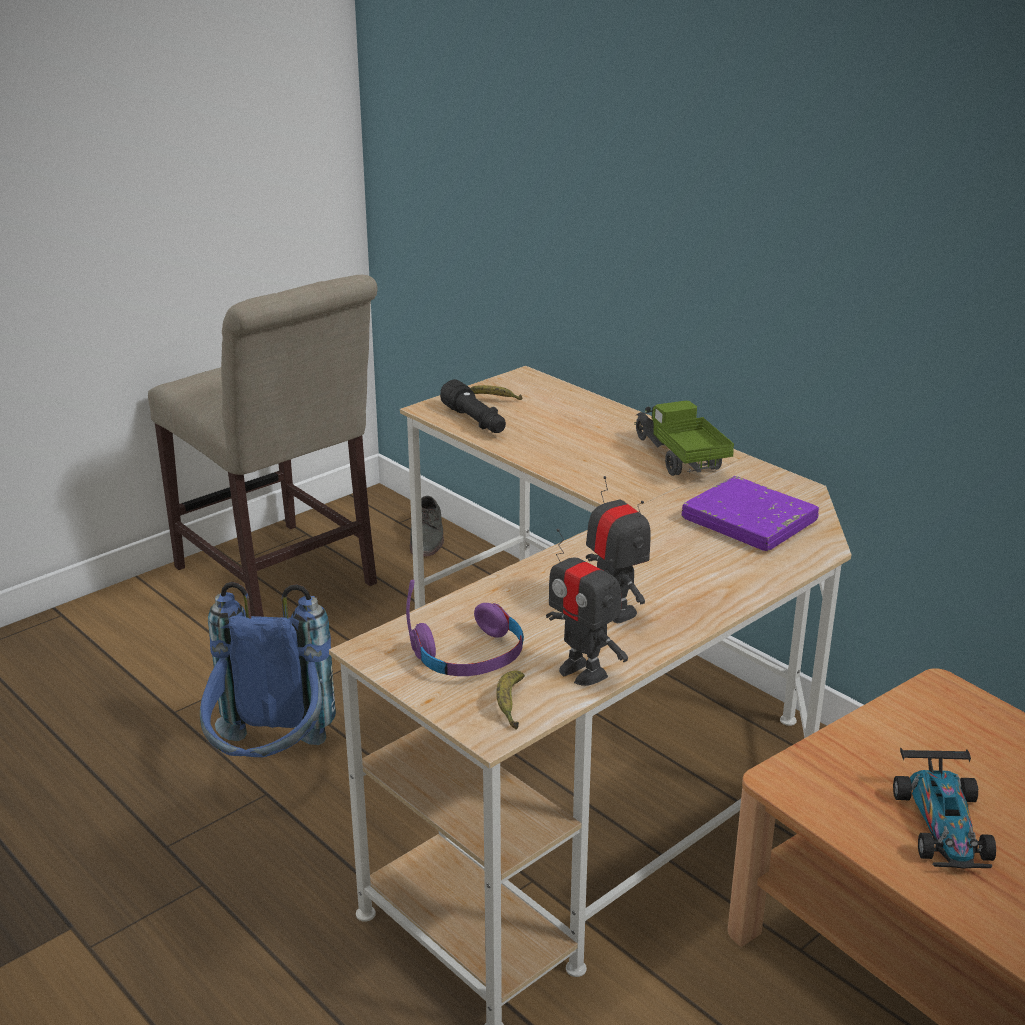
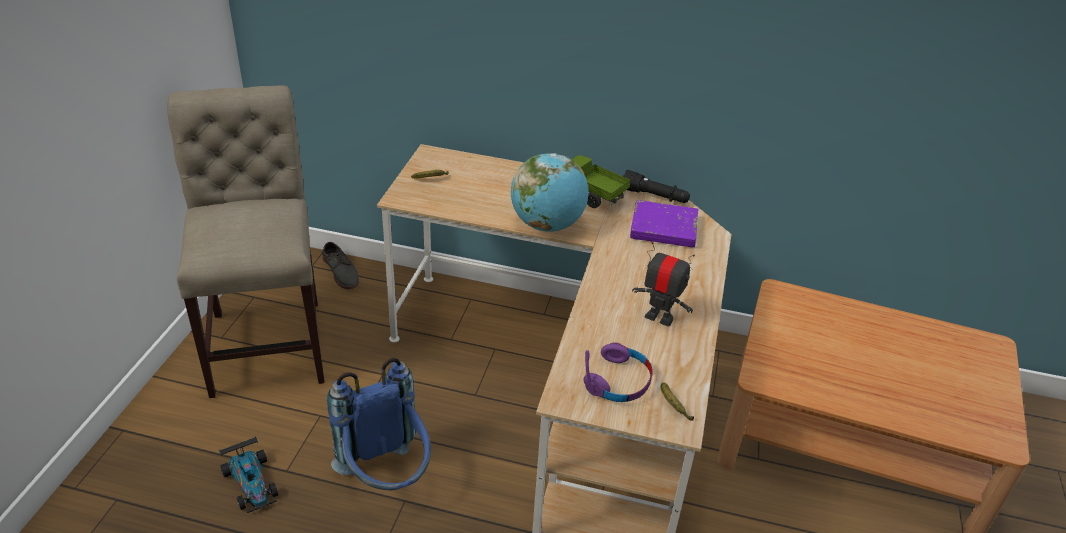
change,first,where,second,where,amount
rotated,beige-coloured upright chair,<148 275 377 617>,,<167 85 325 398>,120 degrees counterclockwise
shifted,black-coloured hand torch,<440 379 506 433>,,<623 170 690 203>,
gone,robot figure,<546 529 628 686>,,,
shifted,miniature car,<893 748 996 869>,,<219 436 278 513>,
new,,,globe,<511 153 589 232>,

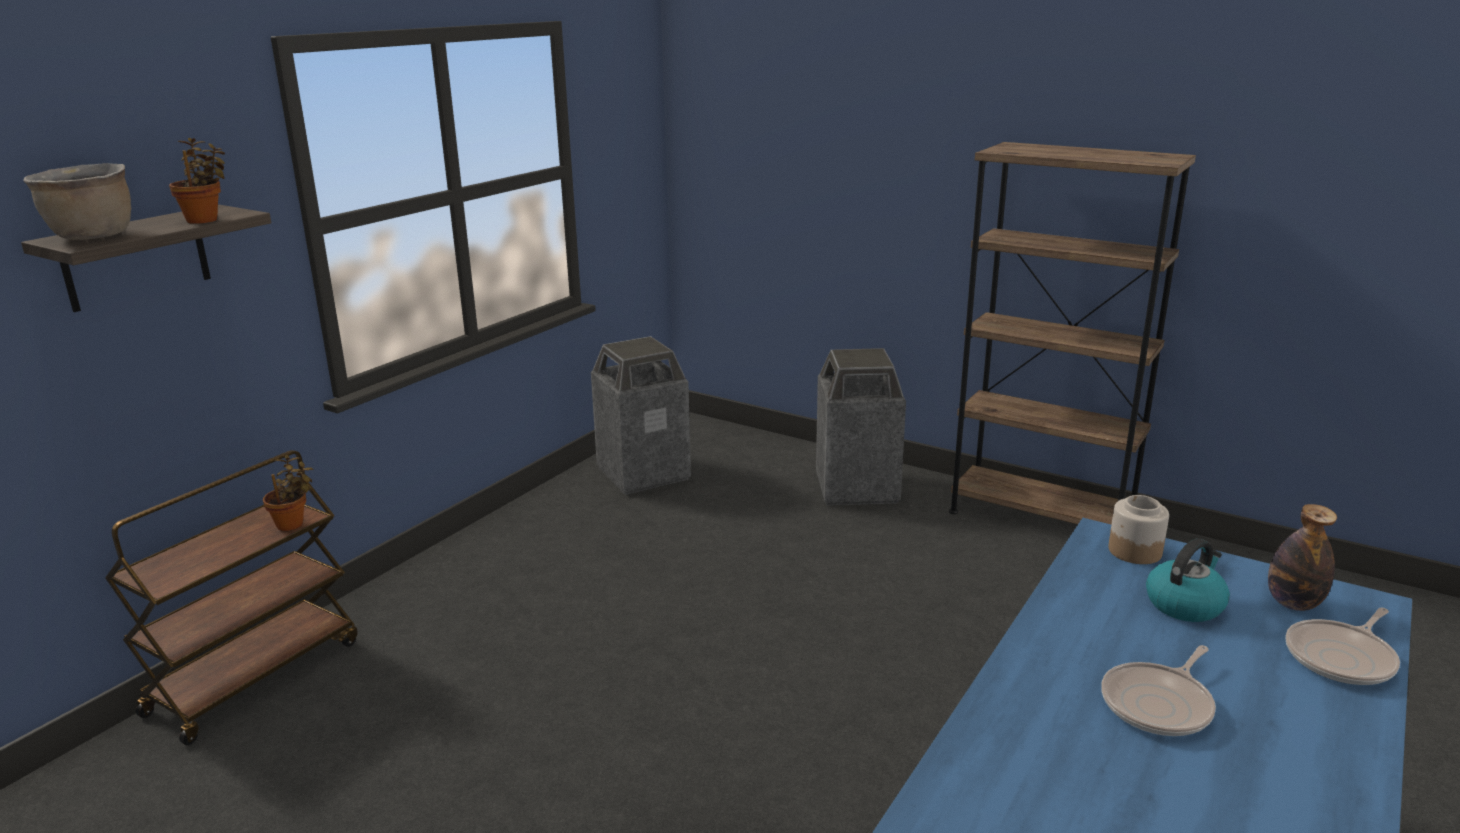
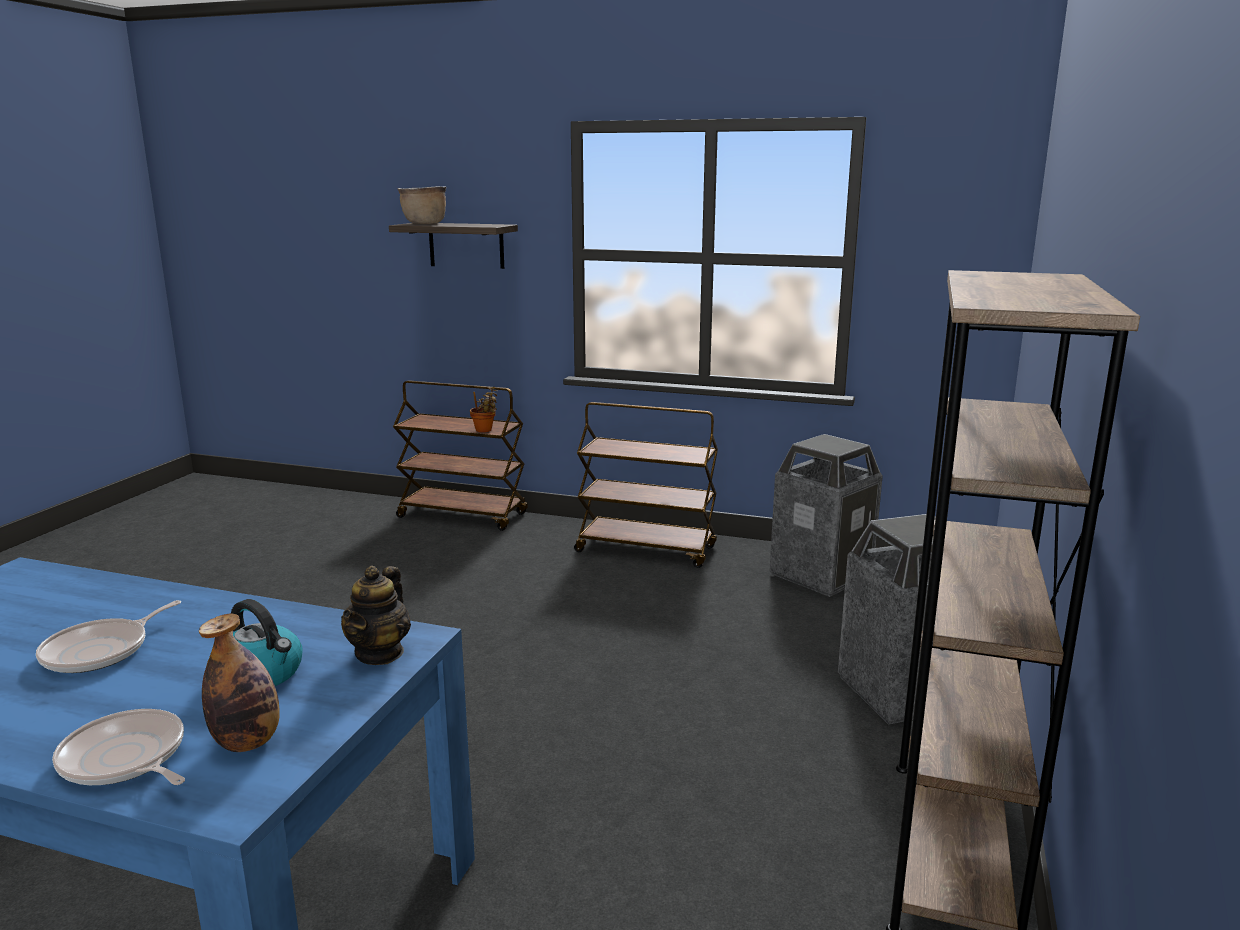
change,first,where,second,where,amount
gone,houseplant,<169 138 225 224>,,,
rotated,frying pan,<1101 645 1216 736>,,<36 600 181 673>,90 degrees counterclockwise
swapped,jar,<1108 495 1169 564>,pot for tea,<341 565 411 665>,
new,,,brown cart,<574 402 718 568>,

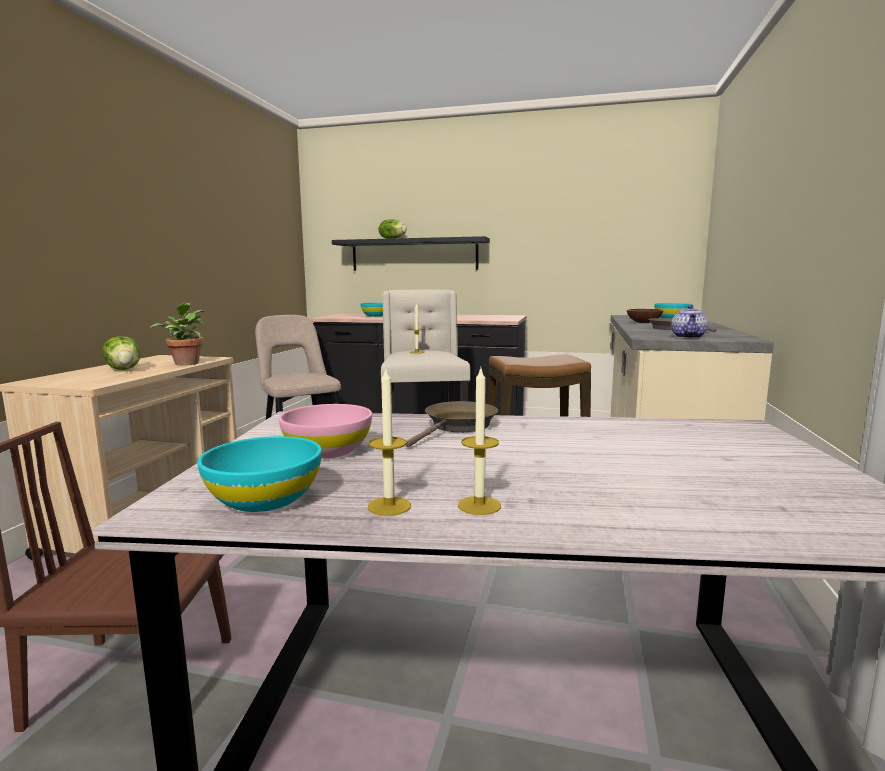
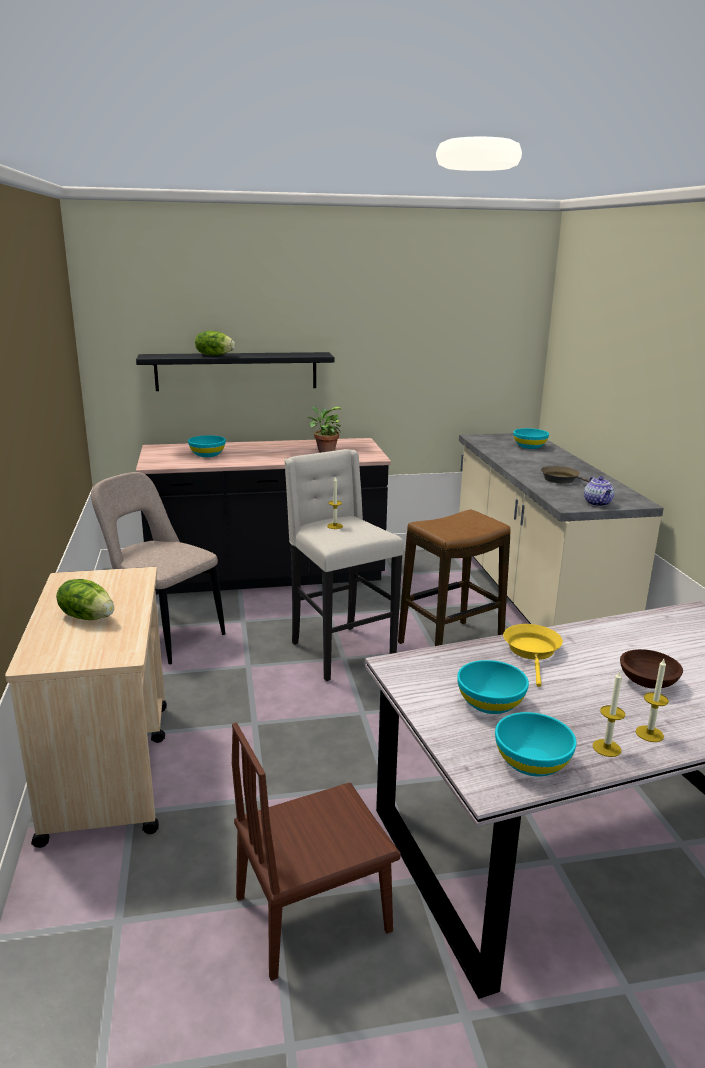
change,first,where,second,where,amount
shifted,houseplant,<150 303 204 366>,,<308 406 343 453>,
repainted,pinkish serving bowl,<279 404 372 458>,blue-green serving bowl,<457 660 529 714>,
repainted,brown frying pan,<406 401 498 447>,yellow-coloured frying pan,<503 624 563 687>,
shifted,brown serving bowl,<627 309 663 323>,,<620 649 683 689>,

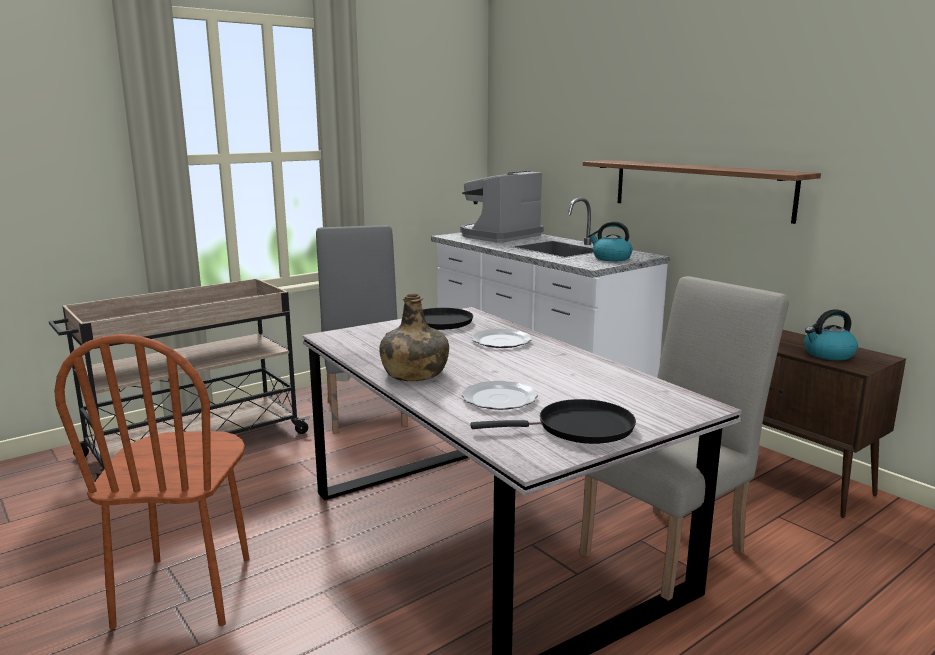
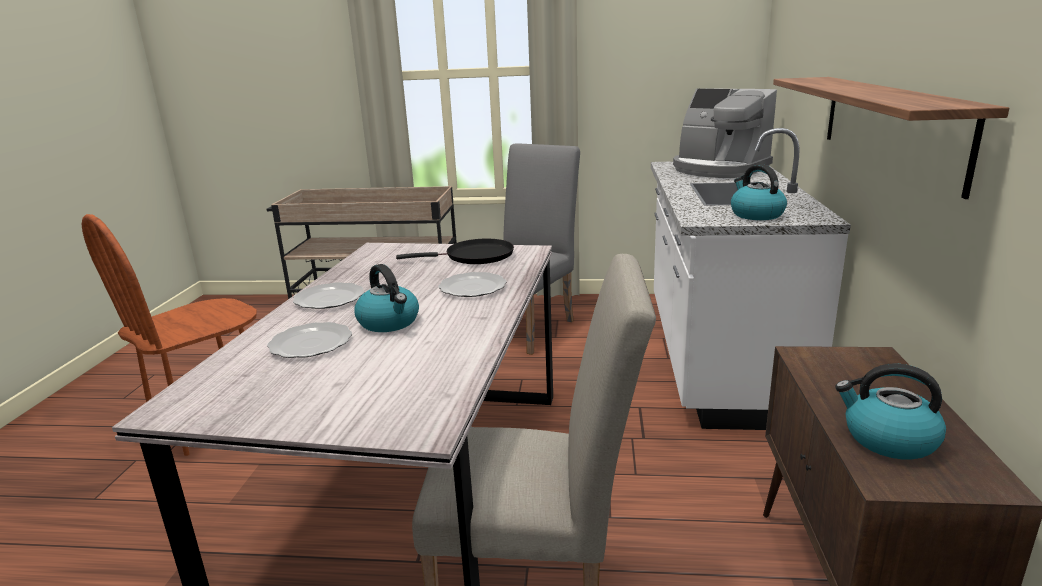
change,first,where,second,where,amount
swapped,green-coloured drink bottle,<379 294 449 381>,dinner plate,<293 282 364 309>,
rotated,coffee machine,<460 171 544 243>,,<673 88 777 178>,135 degrees counterclockwise
gone,black-coloured frying pan,<470 399 636 444>,,,
new,,,tea kettle,<355 264 419 332>,

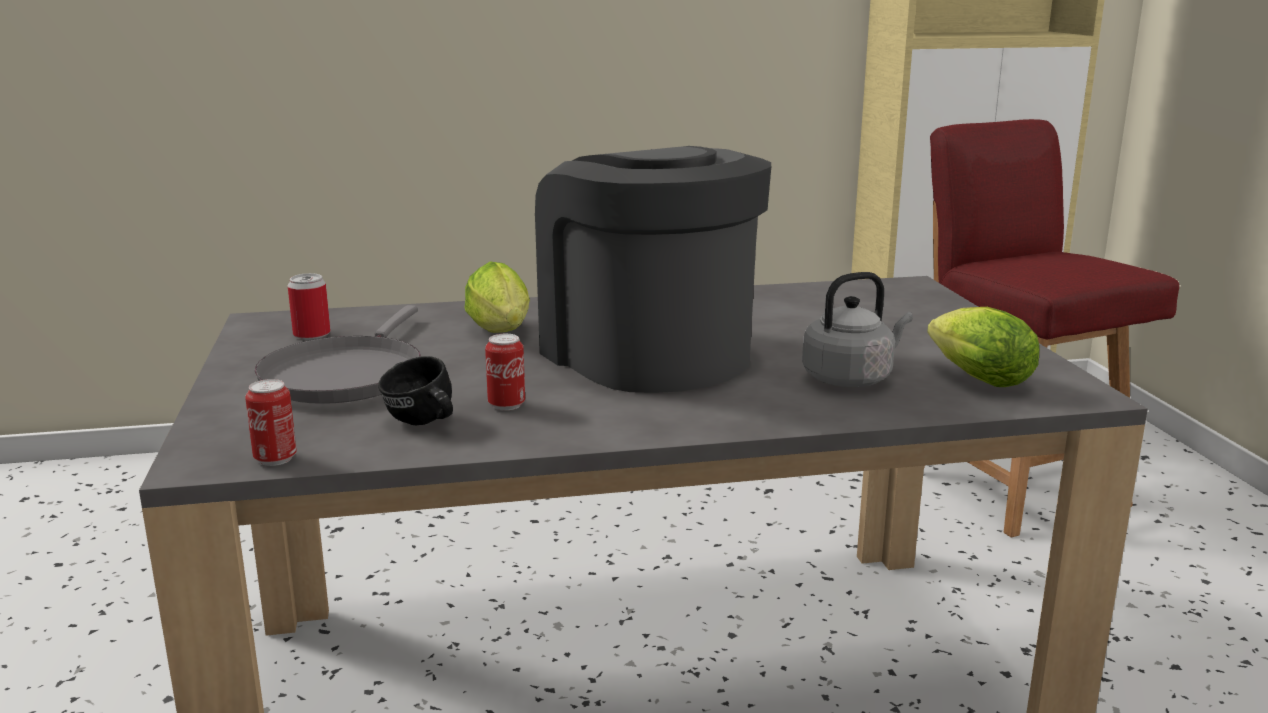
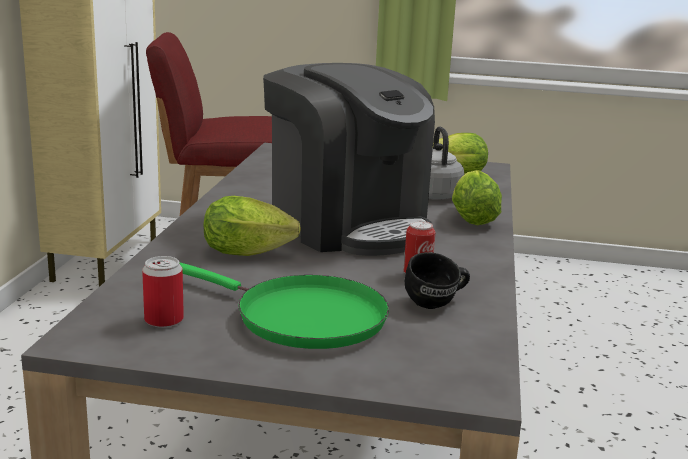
change,first,where,second,where,amount
gone,metal can,<245 379 297 466>,,,
repainted,gray frying pan,<254 305 421 404>,green-coloured frying pan,<179 263 389 349>,
rotated,coffee machine,<535 146 771 393>,,<263 63 435 256>,120 degrees counterclockwise
new,,,lettuce head,<452 170 502 225>,

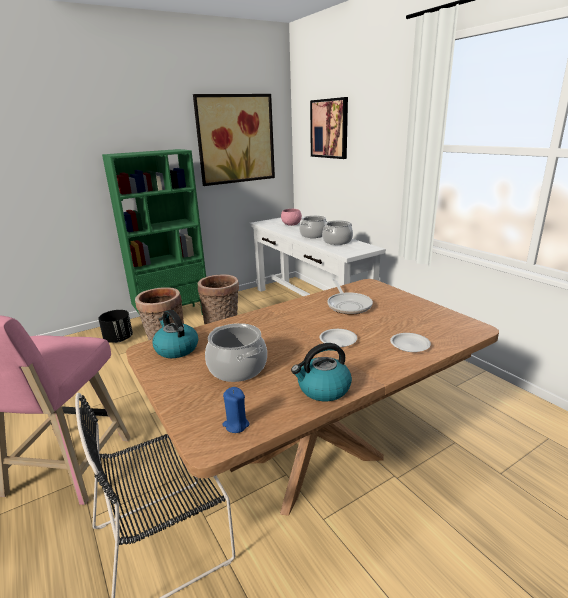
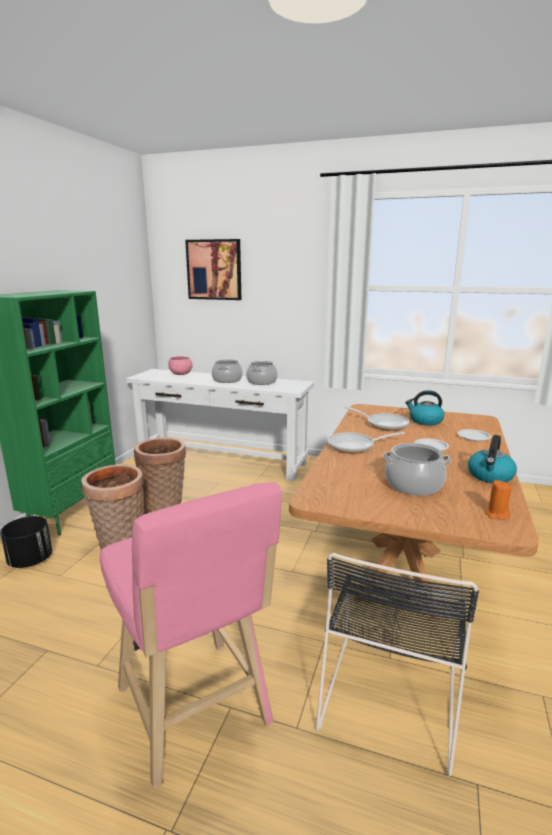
change,first,where,second,where,amount
shifted,tea kettle,<153 310 198 358>,,<405 390 444 425>,
gone,picture,<193 94 275 186>,,,
repainted,bluish wax light,<223 387 250 433>,orange wax light,<485 480 512 520>,
new,,,frying pan,<327 432 405 453>,

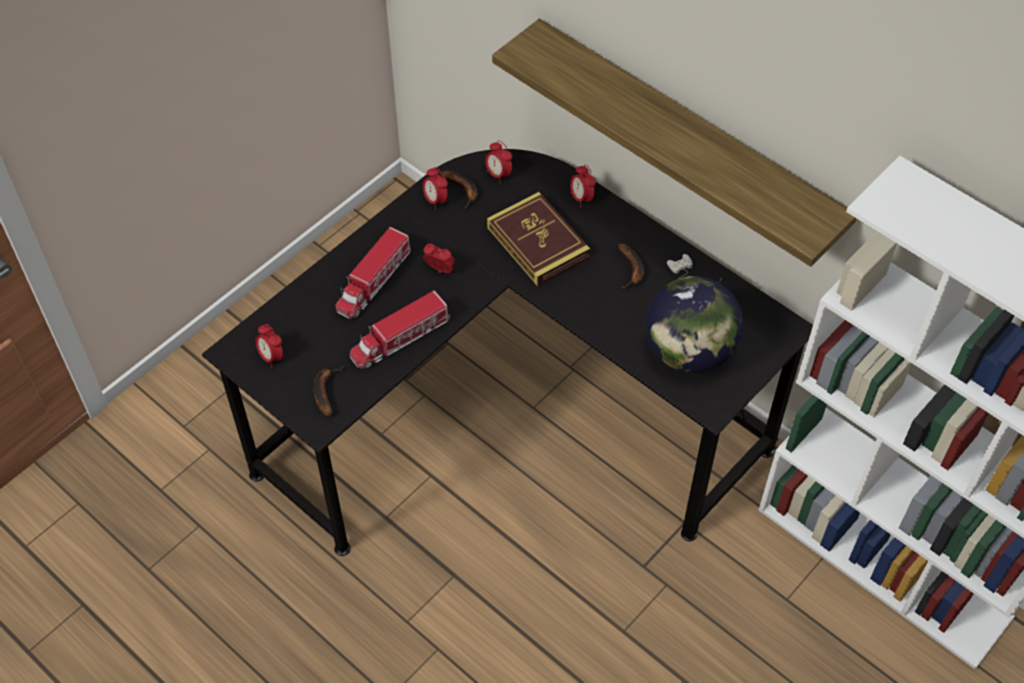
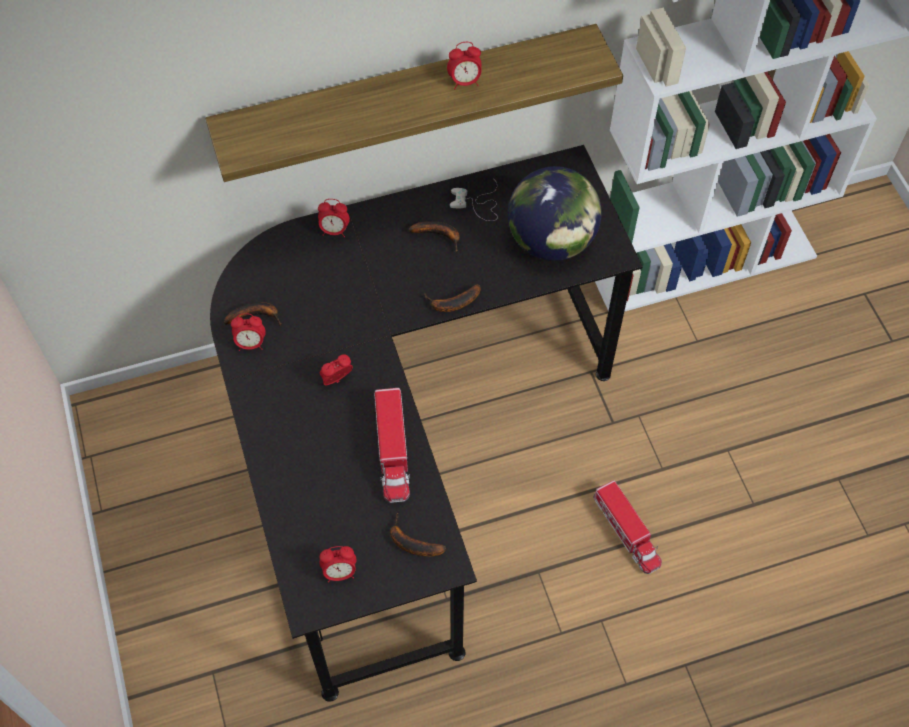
change,first,where,second,where,amount
shifted,toy lorry,<336 227 411 319>,,<593 480 662 574>,
shifted,table clock,<485 141 512 183>,,<447 42 482 89>,
gone,book,<487 192 590 286>,,,
new,,,whole banana,<424 284 480 312>,

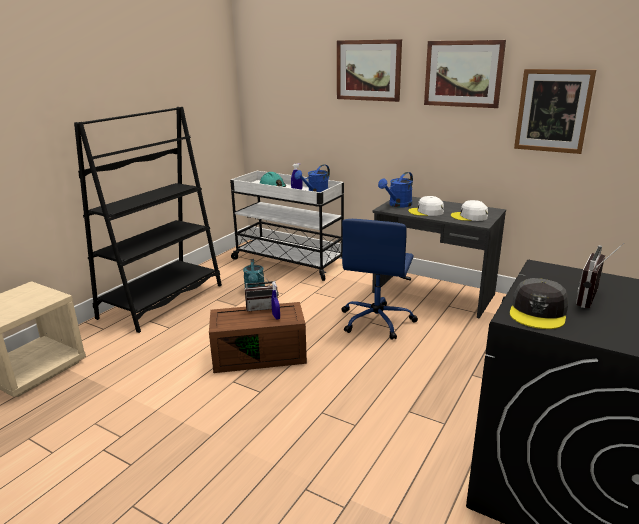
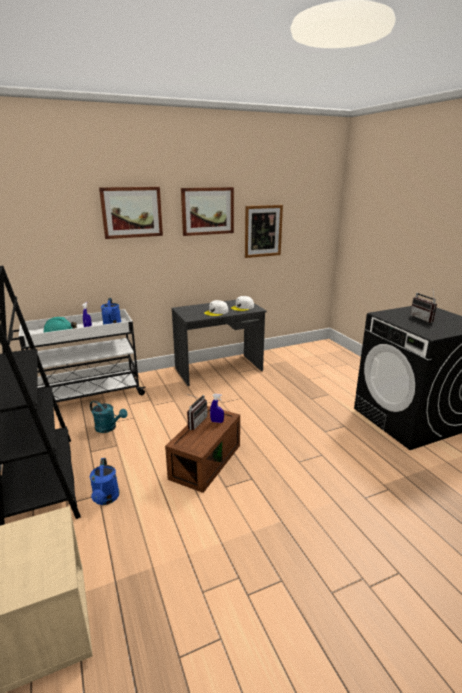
change,first,where,second,where,amount
gone,bluish desk chair,<341 219 418 340>,,,
shifted,bluish sprinkling can,<378 172 413 208>,,<90 458 119 505>,
gone,gray baseball cap,<510 278 569 329>,,,

